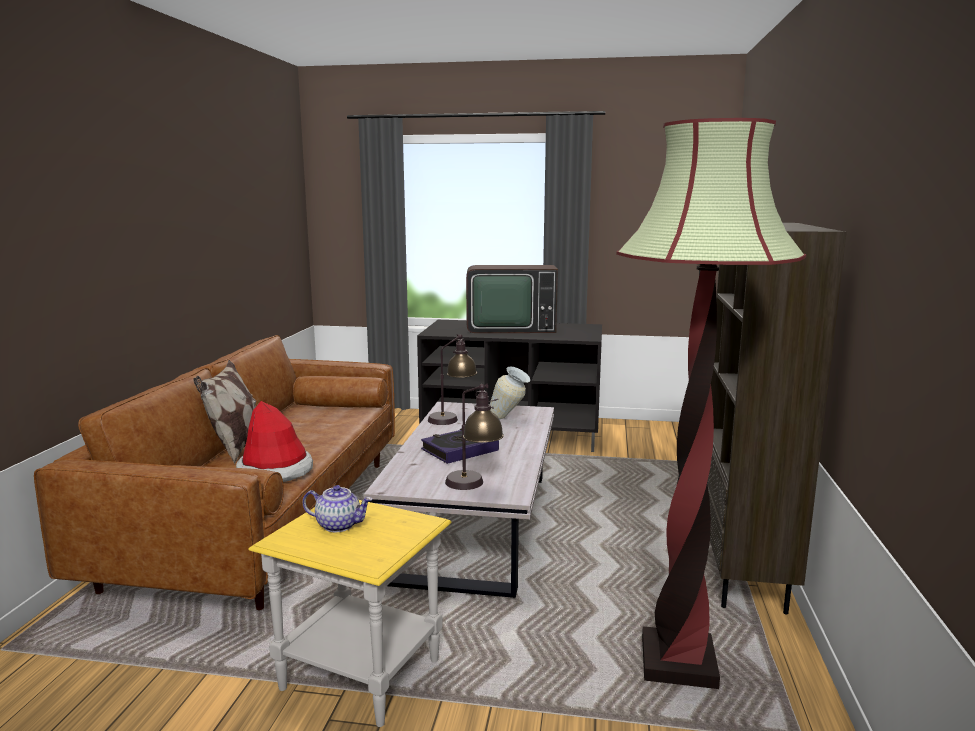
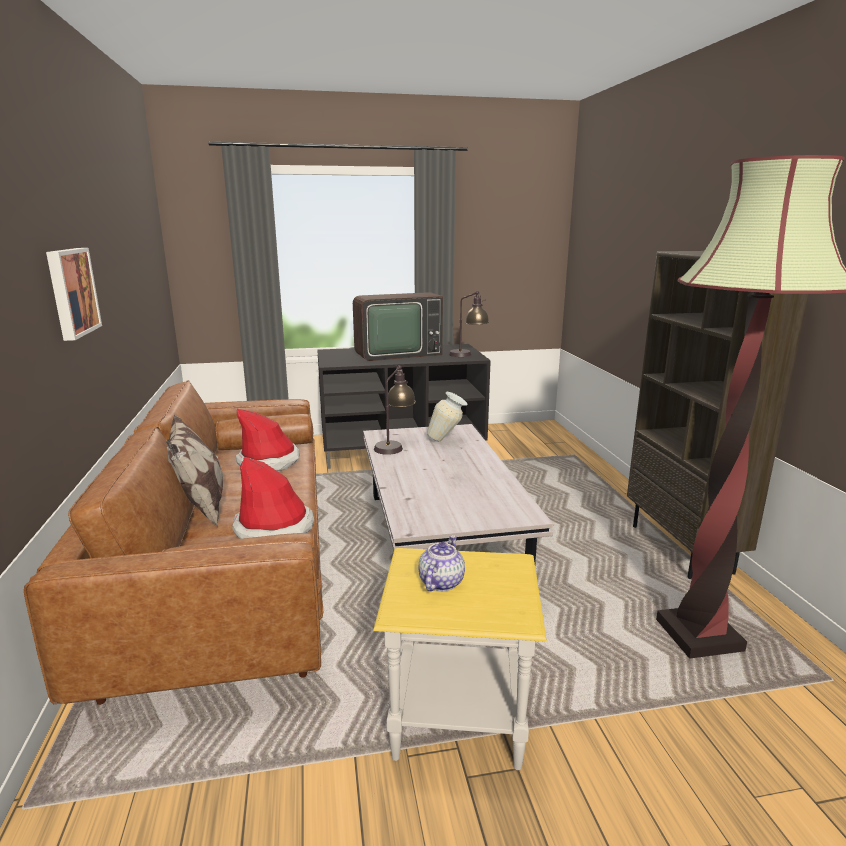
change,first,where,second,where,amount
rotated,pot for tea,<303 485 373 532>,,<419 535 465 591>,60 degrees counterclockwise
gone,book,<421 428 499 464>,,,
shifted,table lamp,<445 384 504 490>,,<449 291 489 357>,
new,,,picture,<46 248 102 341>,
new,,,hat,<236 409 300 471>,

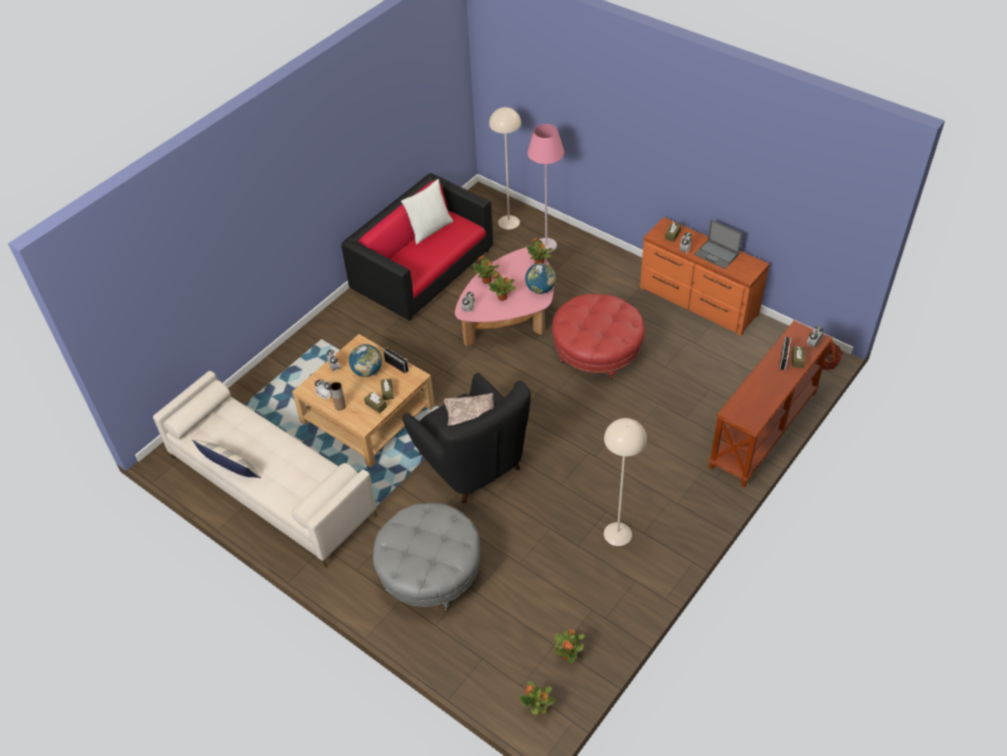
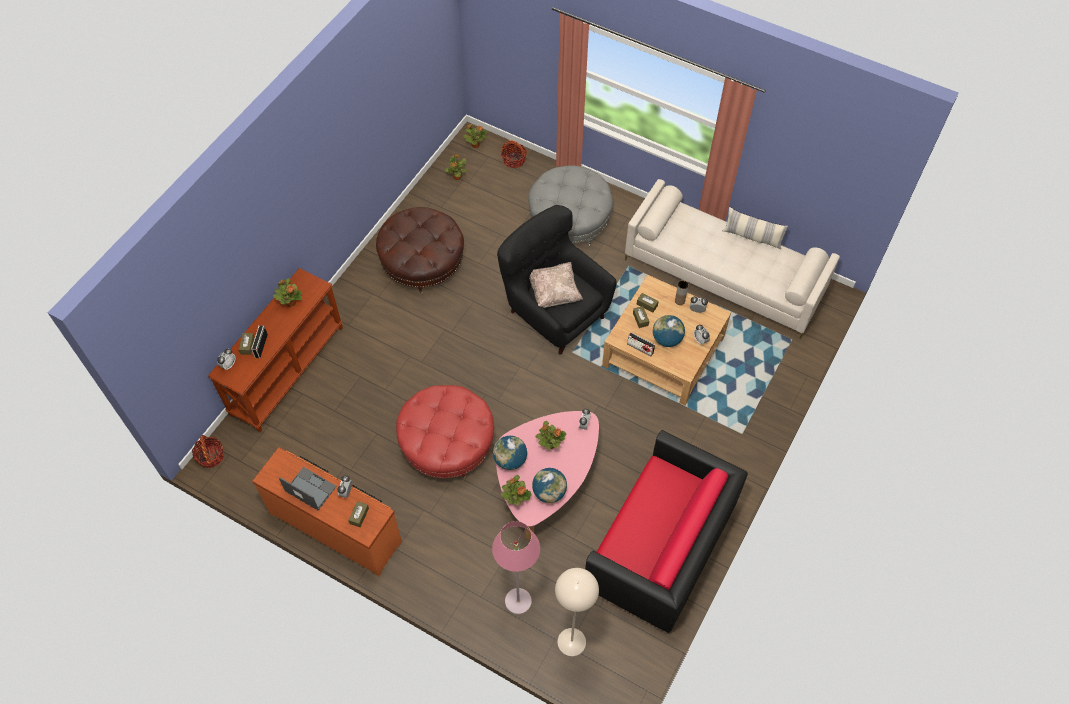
change,first,where,second,where,amount
gone,white-coloured pillow,<401 179 453 244>,,,
shifted,houseplant,<473 256 499 284>,,<273 278 302 307>,
swapped,beige-coloured floor lamp,<604 418 647 546>,brown ottoman,<376 207 464 294>,
new,,,storage basket,<501 140 527 168>,
new,,,globe,<532 468 567 503>,

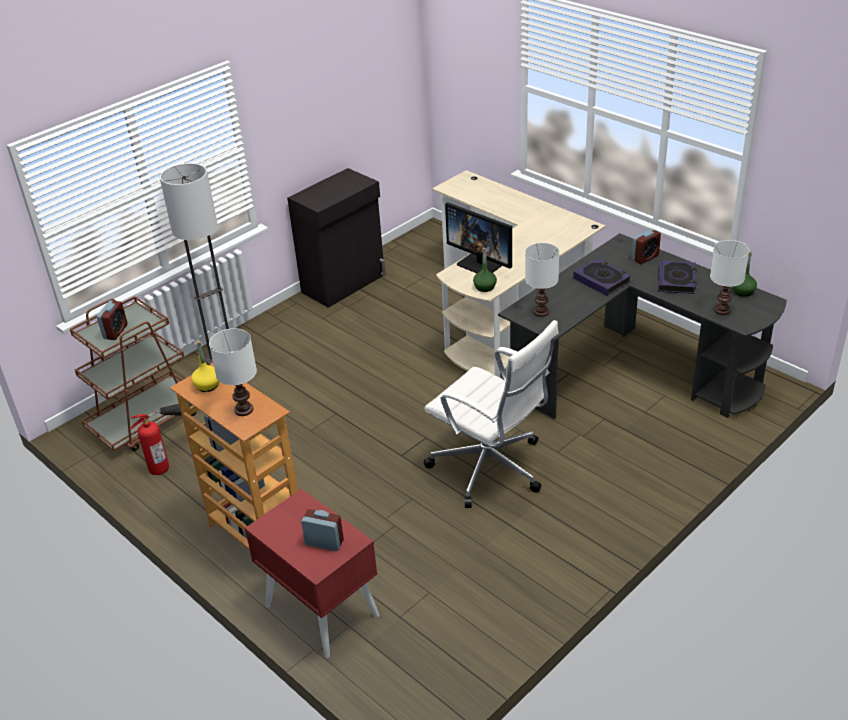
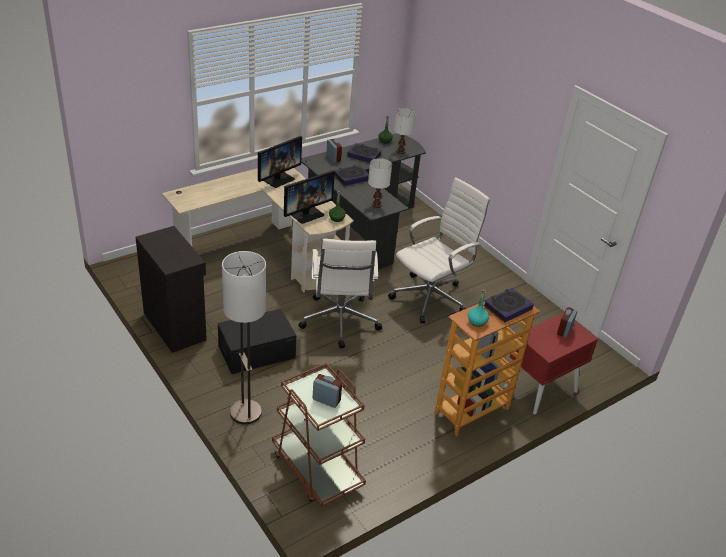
change,first,where,second,where,amount
gone,fire-fighting cylinder,<130 402 196 475>,,,
repainted,yellow-coloured drink bottle,<191 340 219 392>,blue-green drink bottle,<468 289 489 327>,
swapped,white-coloured table lamp,<209 328 257 416>,book,<483 288 534 323>,
new,,,black-coloured storage container,<218 309 296 374>,
new,,,monitor,<258 136 302 188>,
new,,,white-coloured desk chair,<298 239 382 348>,

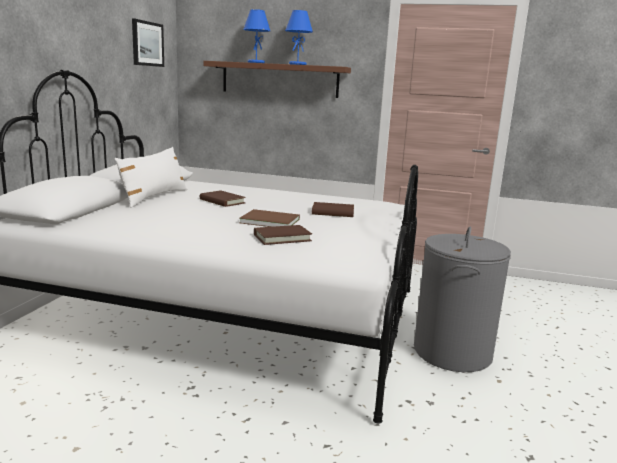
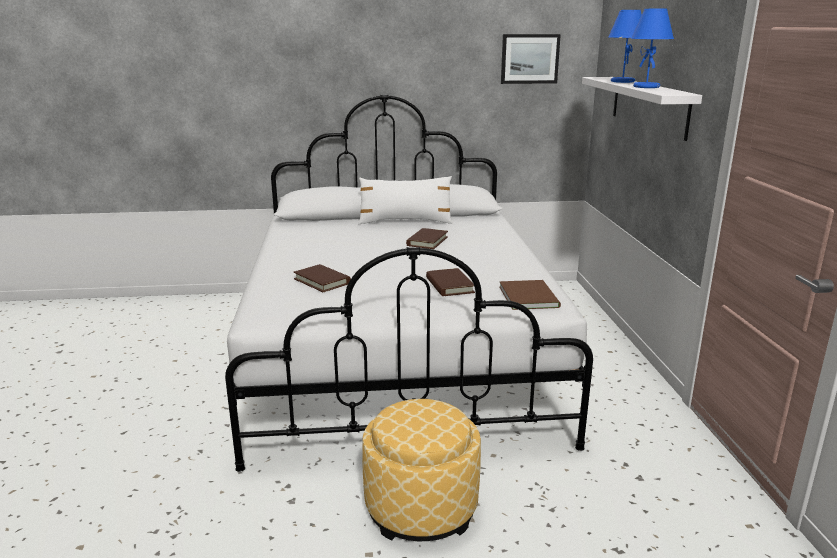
change,first,where,second,where,amount
repainted,brown shelf,<203 61 351 98>,white-coloured shelf,<582 77 702 141>,
shifted,brown book,<239 209 300 227>,,<499 280 561 310>,
swapped,gray washing basket,<414 227 511 372>,ottoman,<362 399 481 541>,

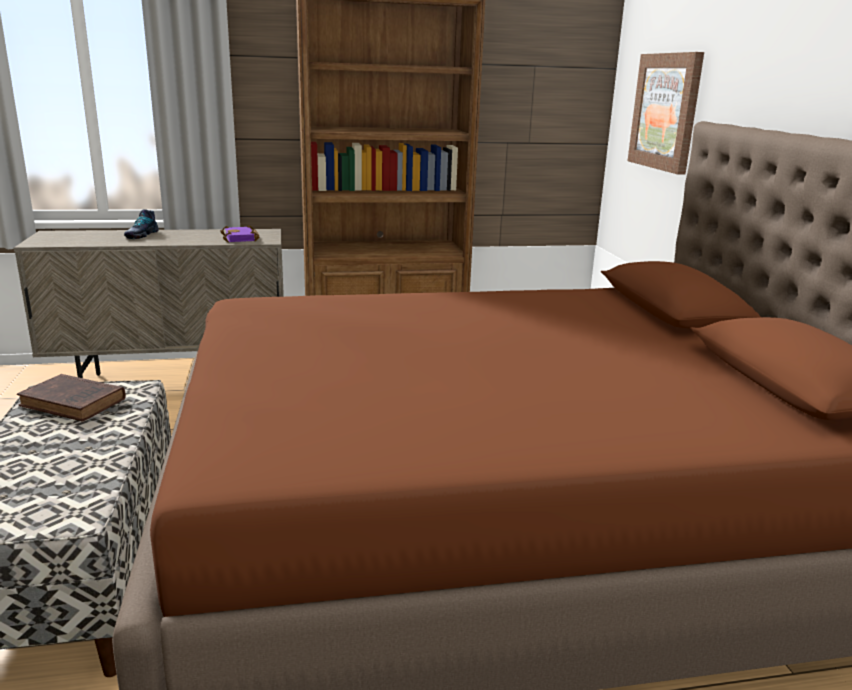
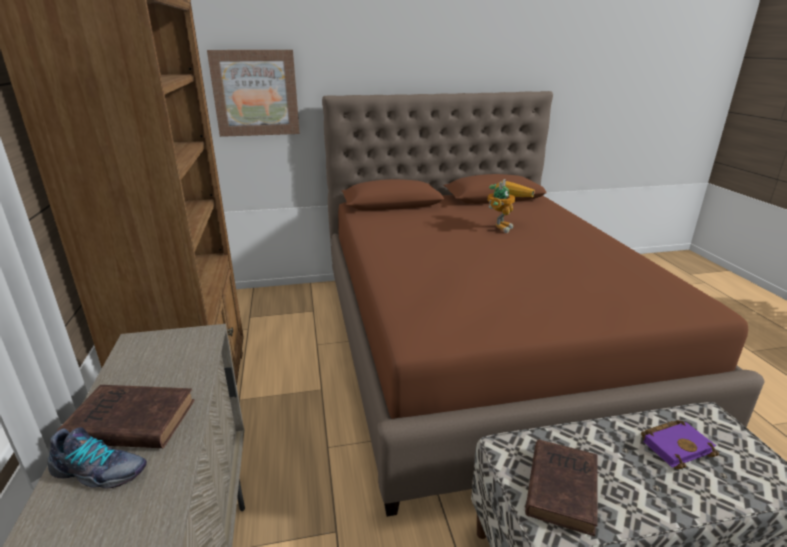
change,first,where,second,where,amount
shifted,purple book,<220 225 259 242>,,<641 420 719 469>,
new,,,brown book,<57 385 195 448>,
new,,,robot figure,<488 179 535 233>,

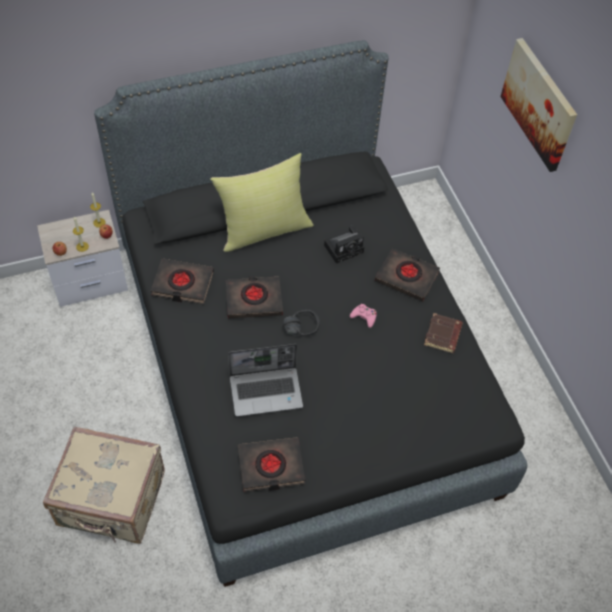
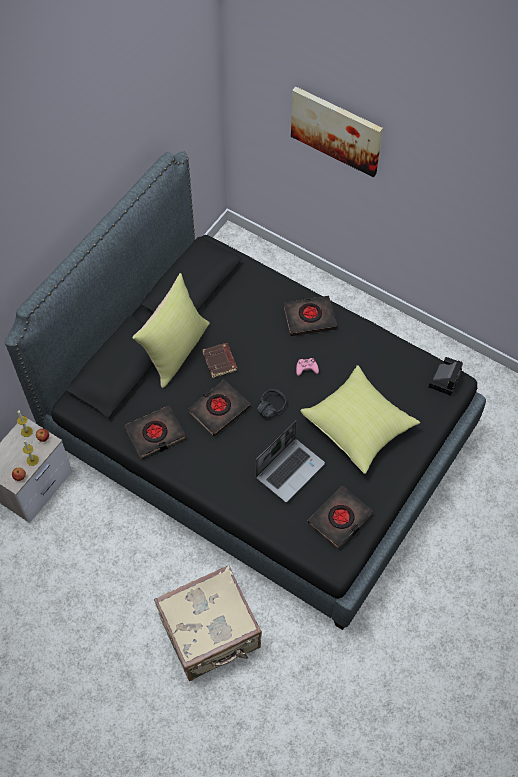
change,first,where,second,where,amount
shifted,still camera,<324 225 364 263>,,<428 357 463 396>,
shifted,brown book,<424 313 463 353>,,<203 343 238 378>,
new,,,yellow-coloured pillow,<301 365 420 474>,

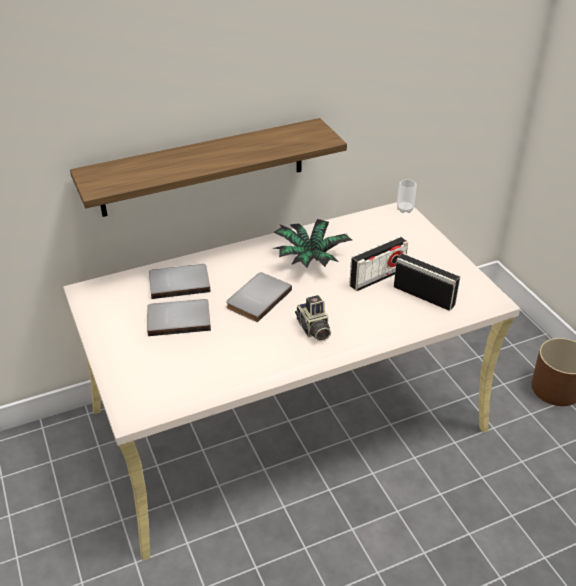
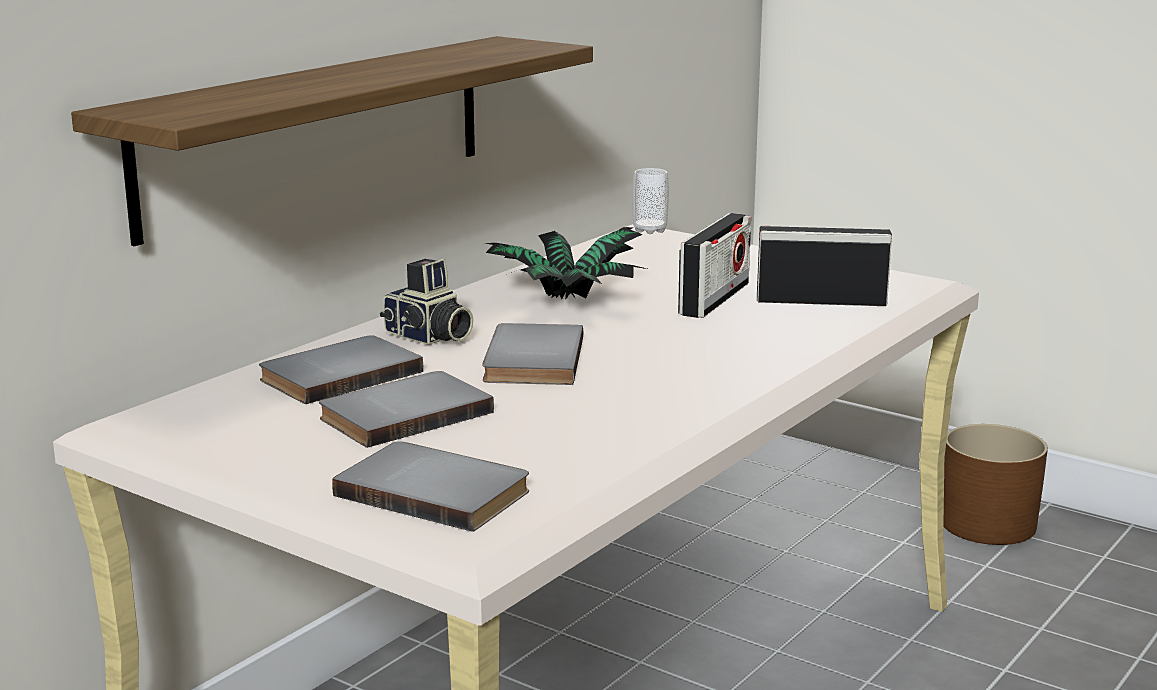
change,first,where,second,where,amount
shifted,still camera,<295 295 331 342>,,<380 259 474 345>,
new,,,gray book,<332 441 529 532>,

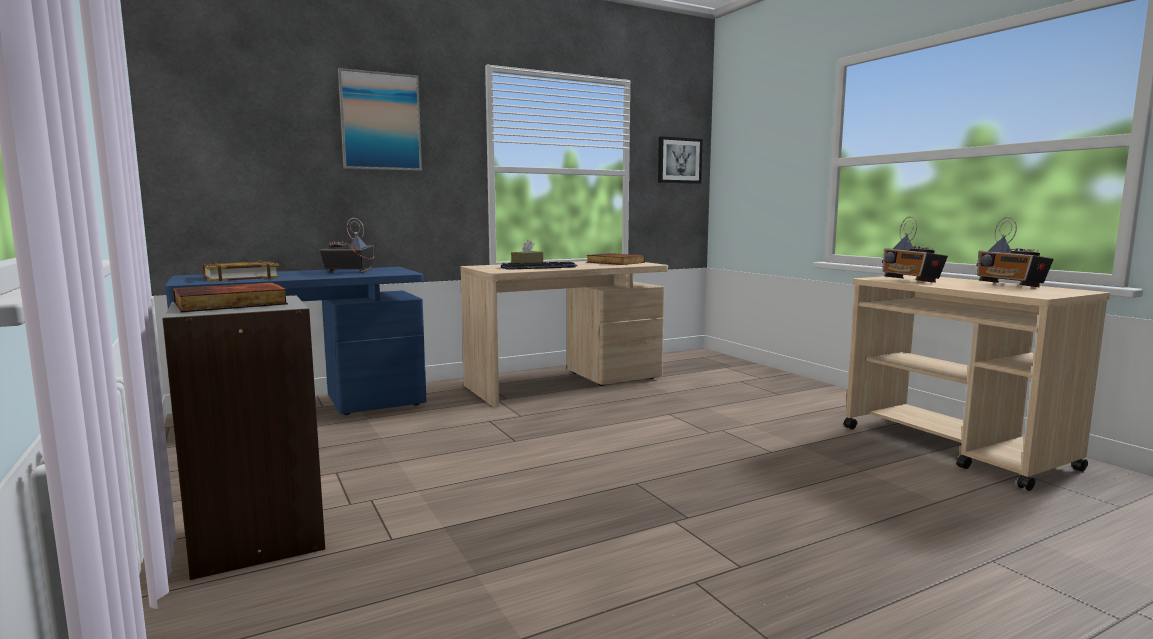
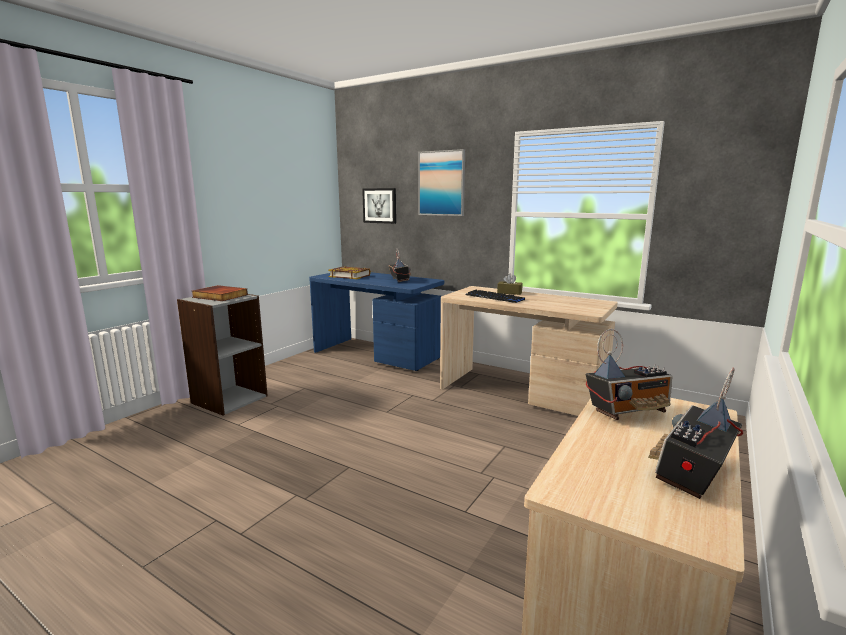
change,first,where,second,where,amount
gone,book,<587 253 645 265>,,,
shifted,picture,<658 136 703 184>,,<362 188 396 224>,
rotated,radio receiver,<882 216 948 283>,,<586 329 673 420>,150 degrees counterclockwise

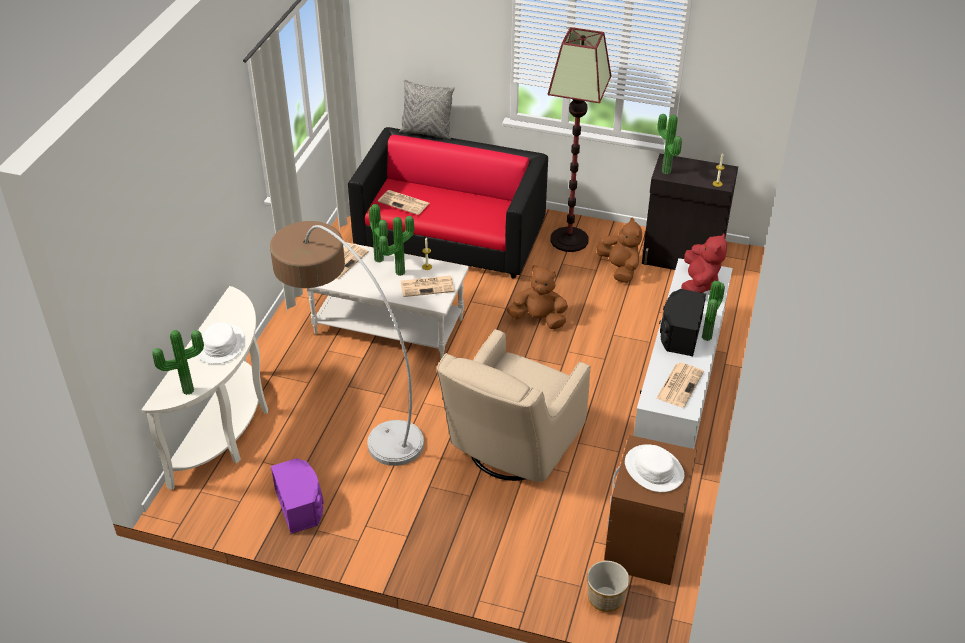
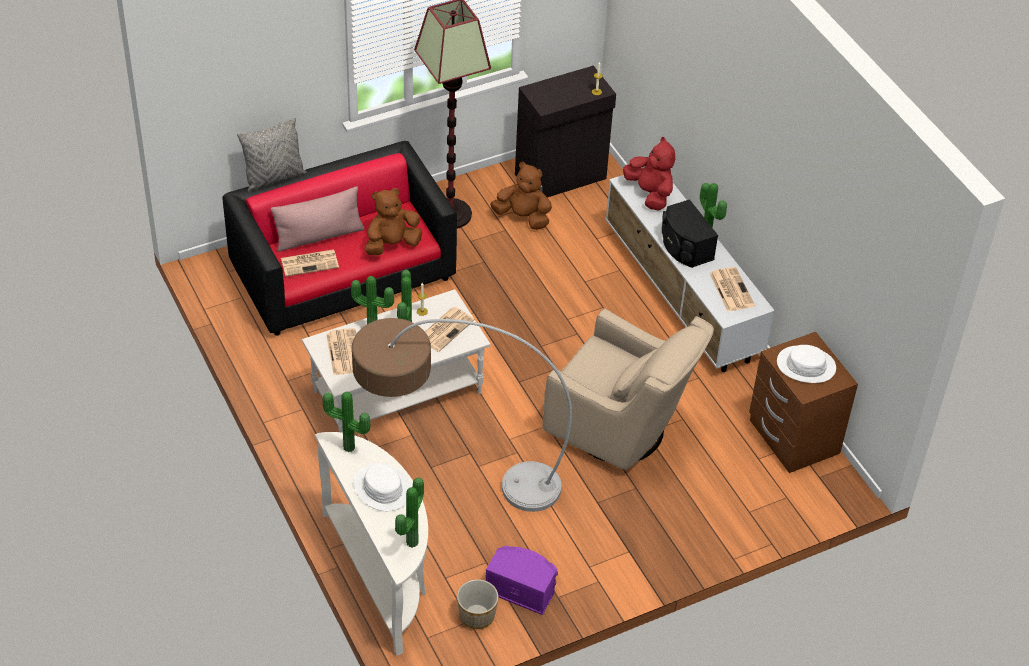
change,first,where,second,where,amount
rotated,beige-coloured lounge chair,<437 329 591 482>,,<542 308 714 469>,45 degrees counterclockwise
shifted,brown soft toy,<507 265 568 329>,,<365 188 422 255>,
shifted,flower pot,<587 561 629 612>,,<457 579 498 629>,
shifted,houseplant,<657 114 682 174>,,<323 391 371 452>,
new,,,pinkish pillow,<271 186 364 252>,

